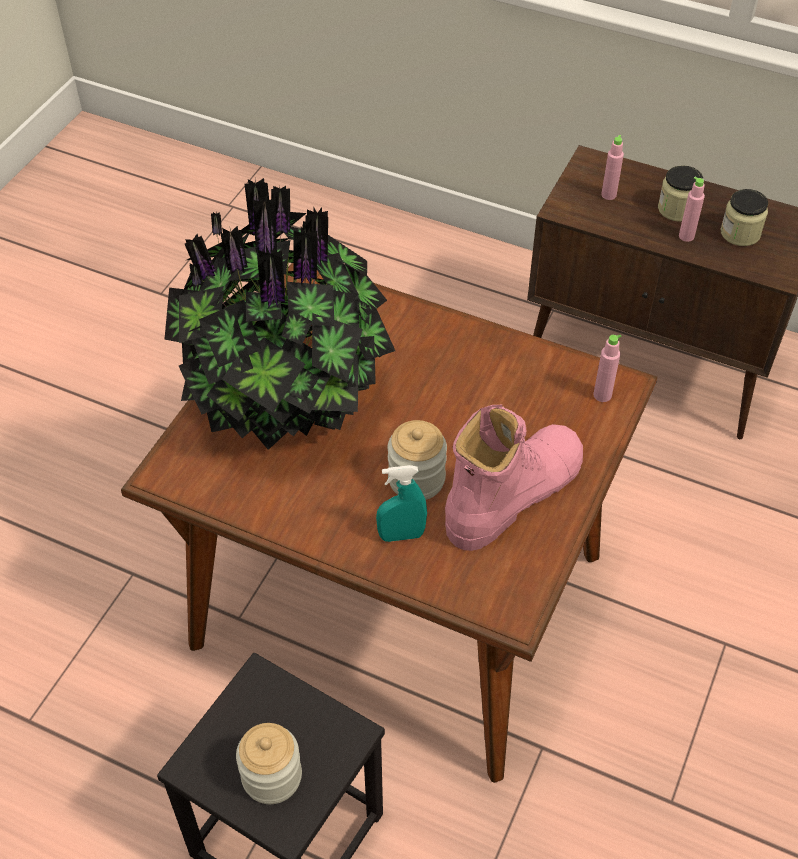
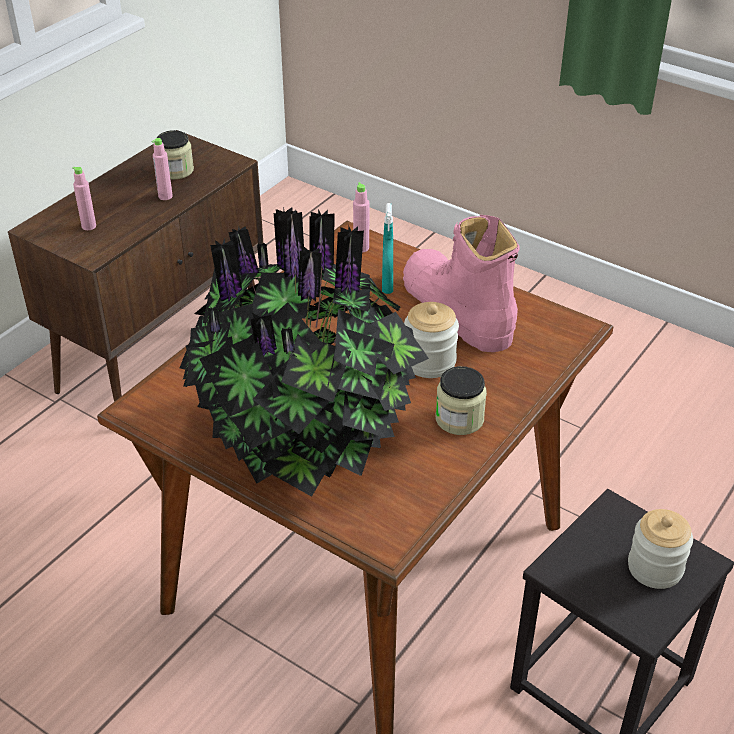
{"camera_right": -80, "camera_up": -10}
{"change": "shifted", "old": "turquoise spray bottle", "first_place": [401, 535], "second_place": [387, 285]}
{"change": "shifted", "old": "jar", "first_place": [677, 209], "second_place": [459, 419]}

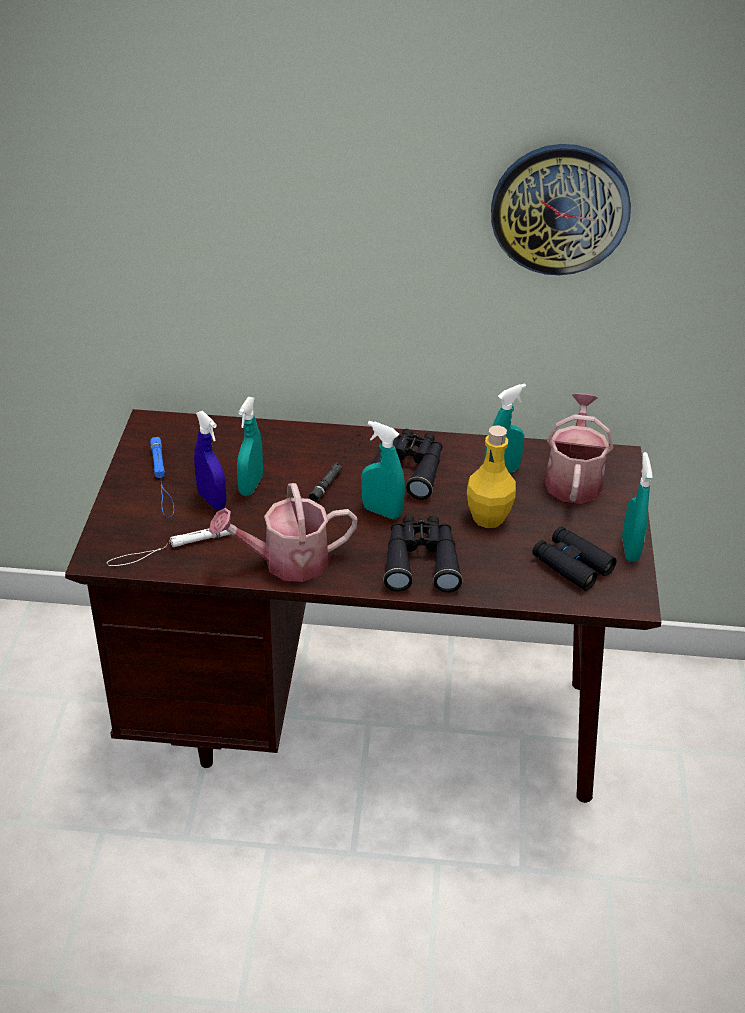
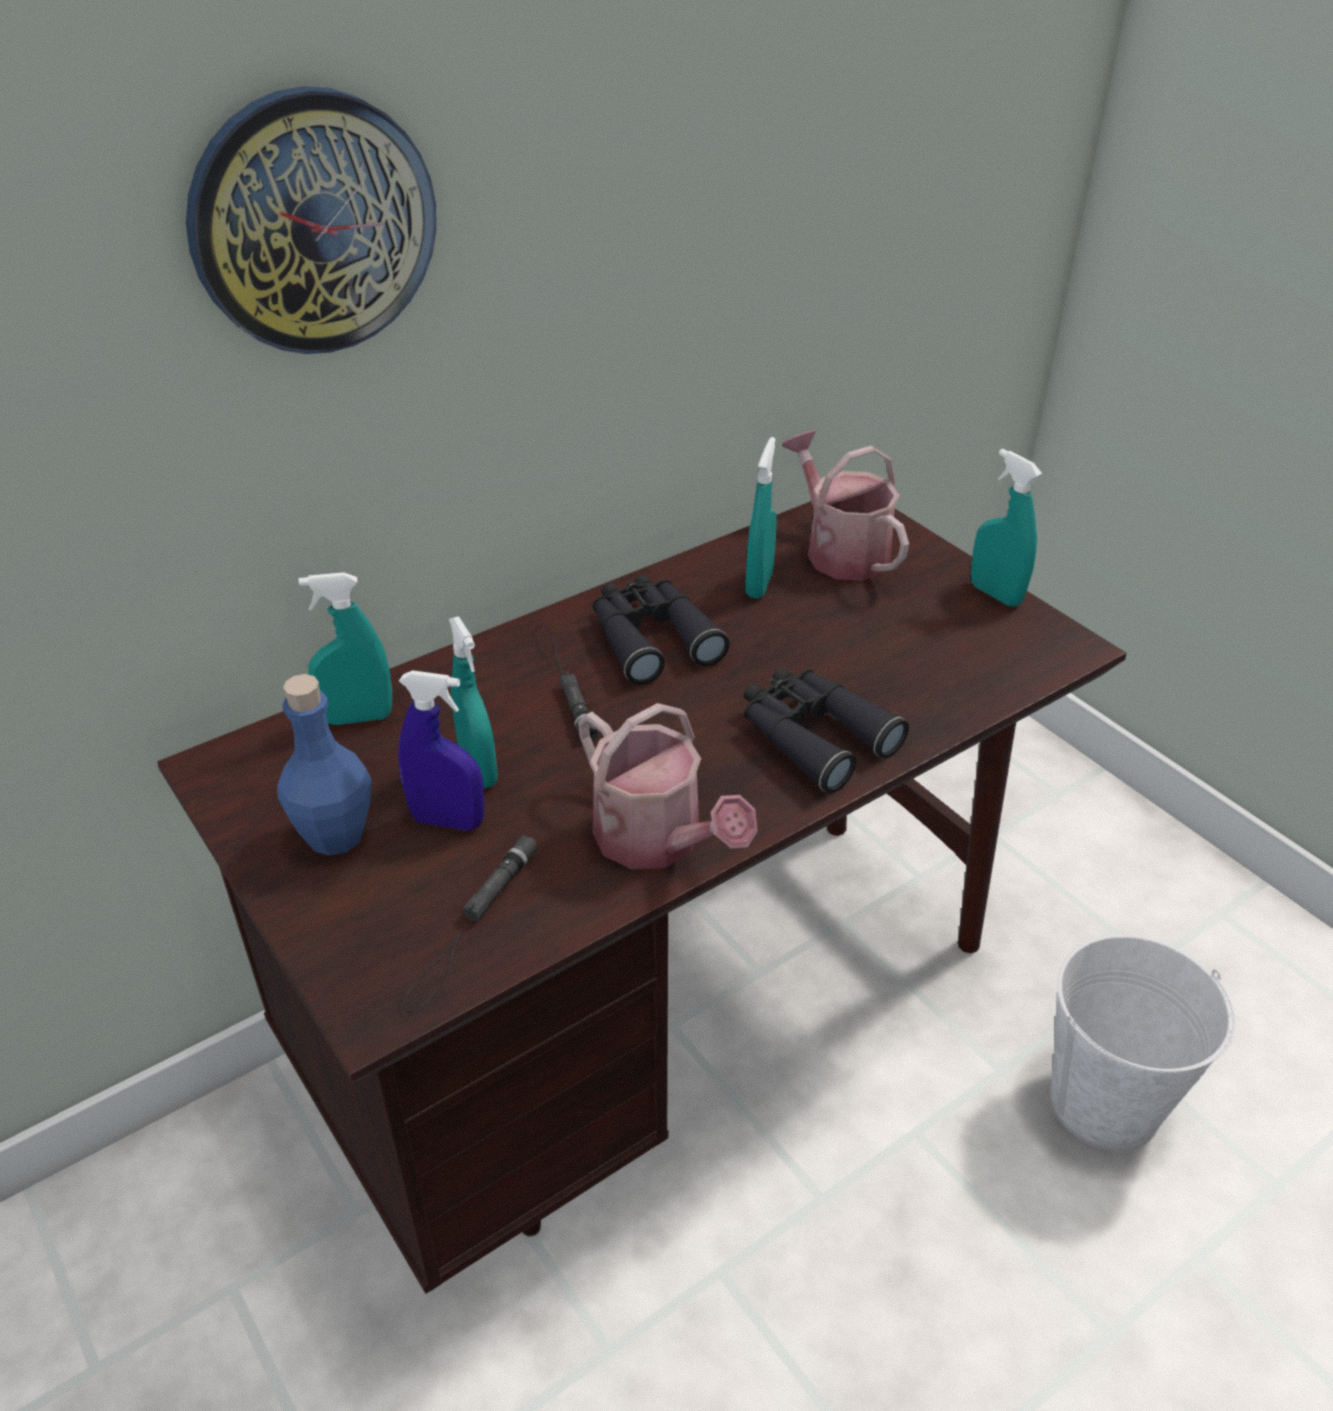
{"camera_right": -40, "camera_up": 0}
{"change": "repainted", "old": "white flashlight", "new": "black flashlight", "first_place": [169, 548], "second_place": [471, 927]}
{"change": "swapped", "old": "blue flashlight", "new": "blue bottle", "first_place": [162, 480], "second_place": [335, 835]}
{"change": "rotated", "old": "watering can", "first_place": [286, 562], "second_place": [657, 841], "degrees": -75}
{"change": "shifted", "old": "turquoise spray bottle", "first_place": [381, 512], "second_place": [358, 718]}
{"change": "gone", "old": "yellow bottle", "first_place": [488, 518]}
{"change": "shifted", "old": "wall clock", "first_place": [560, 209], "second_place": [313, 223]}
{"change": "gone", "old": "black binoculars", "first_place": [572, 564]}
{"change": "new", "new": "white bucket", "second_place": [1103, 1102]}

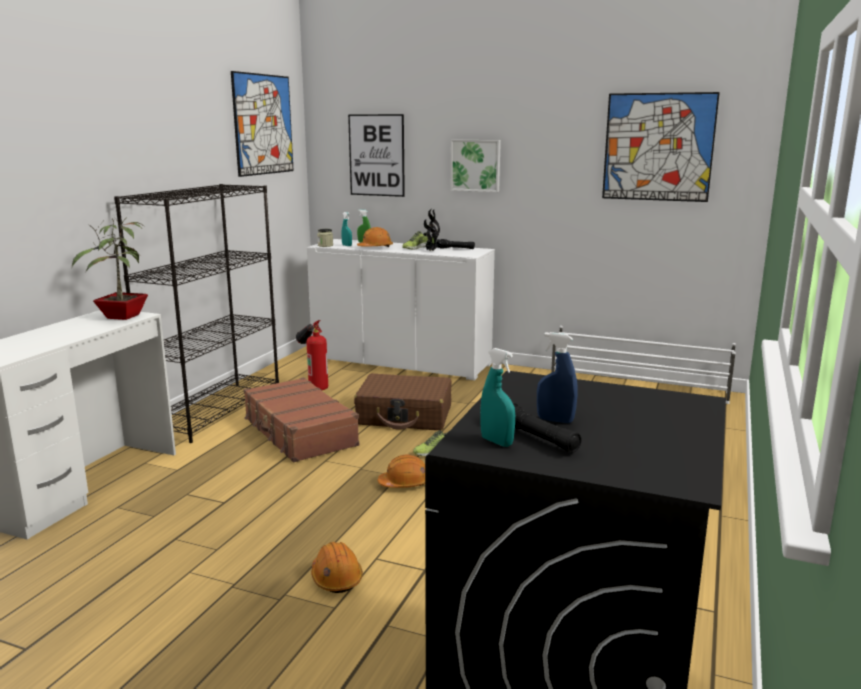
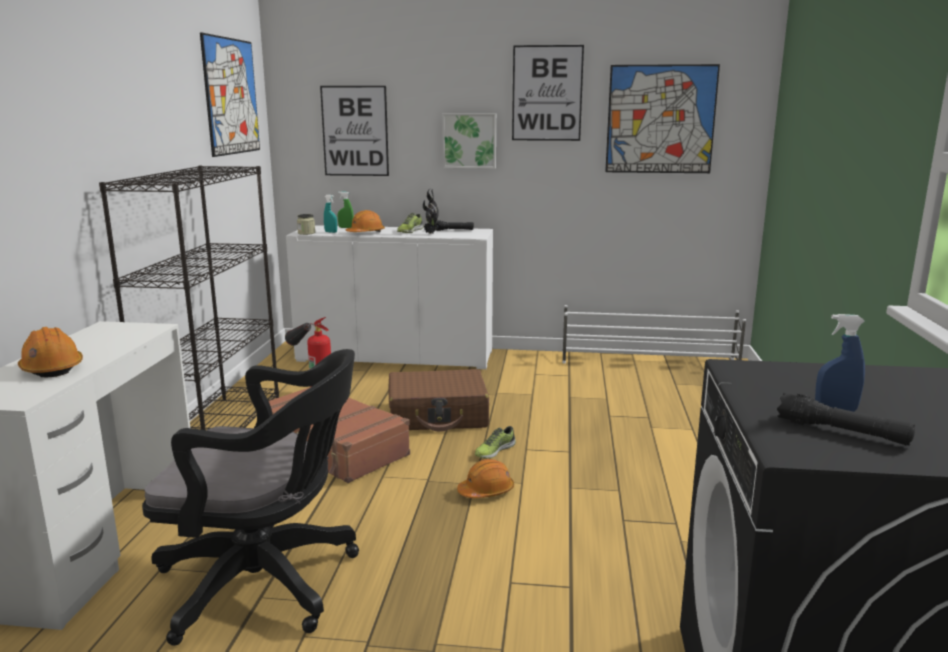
{"camera_right": -15, "camera_up": 0}
{"change": "gone", "old": "potted plant", "first_place": [122, 317]}
{"change": "shifted", "old": "orange hard hat", "first_place": [336, 578], "second_place": [52, 368]}
{"change": "gone", "old": "turquoise spray bottle", "first_place": [496, 442]}
{"change": "new", "new": "black office chair", "second_place": [268, 583]}
{"change": "new", "new": "picture", "second_place": [547, 93]}

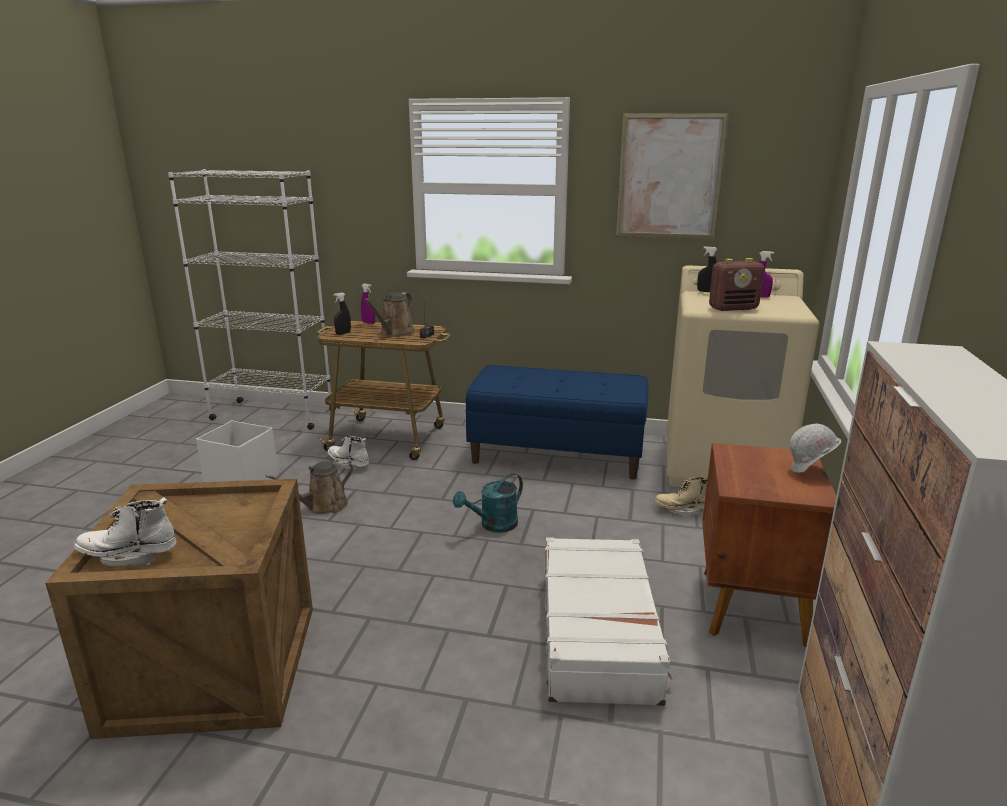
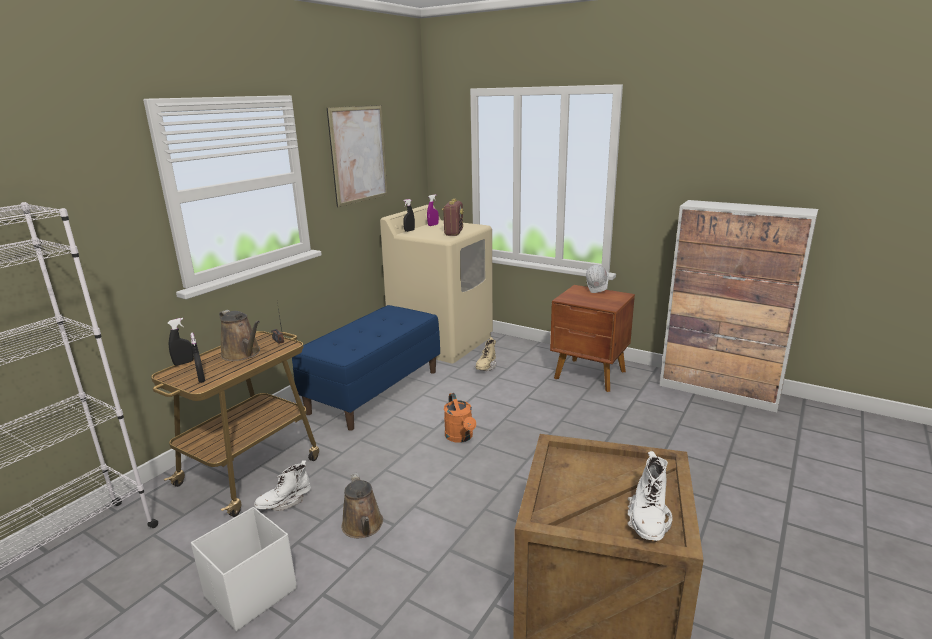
{"camera_right": -70, "camera_up": 0}
{"change": "repainted", "old": "purple spray bottle", "new": "black spray bottle", "first_place": [368, 323], "second_place": [184, 363]}
{"change": "repainted", "old": "turquoise watering can", "new": "orange watering can", "first_place": [493, 525], "second_place": [461, 437]}
{"change": "gone", "old": "white suitcase", "first_place": [599, 632]}

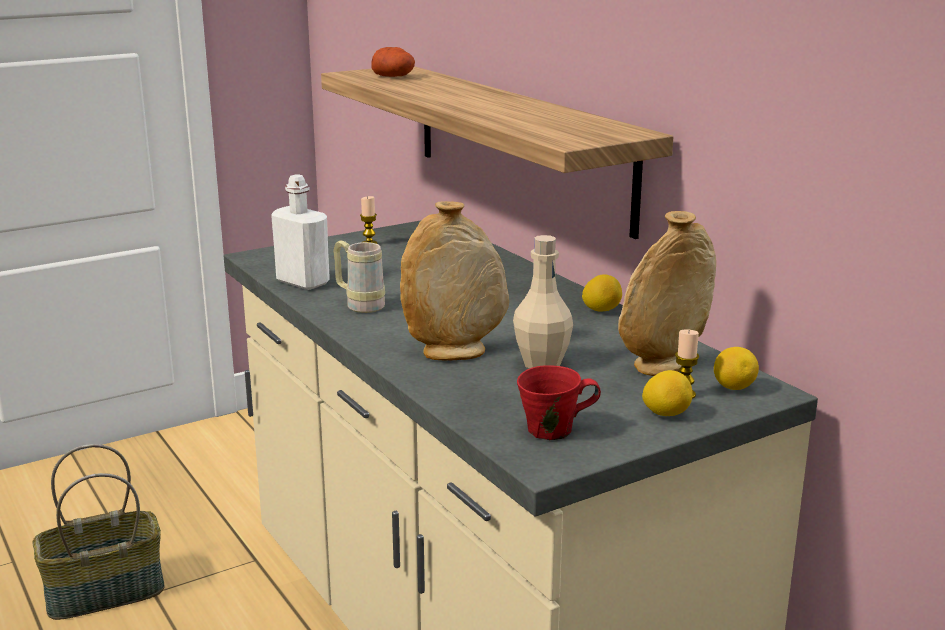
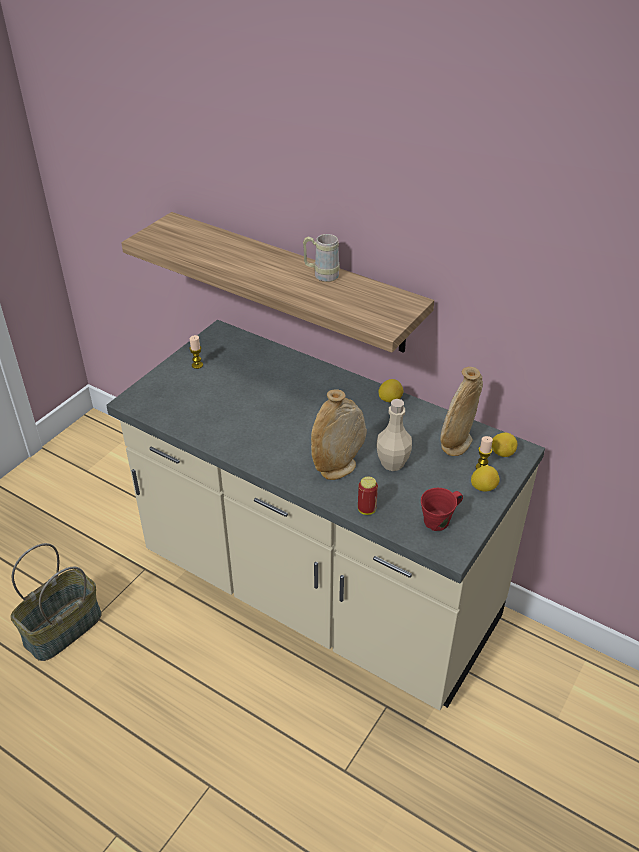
{"camera_right": -25, "camera_up": 20}
{"change": "gone", "old": "white bottle", "first_place": [303, 282]}
{"change": "shifted", "old": "beige mug", "first_place": [359, 305], "second_place": [321, 275]}
{"change": "gone", "old": "potato", "first_place": [394, 76]}
{"change": "new", "new": "can", "second_place": [366, 510]}

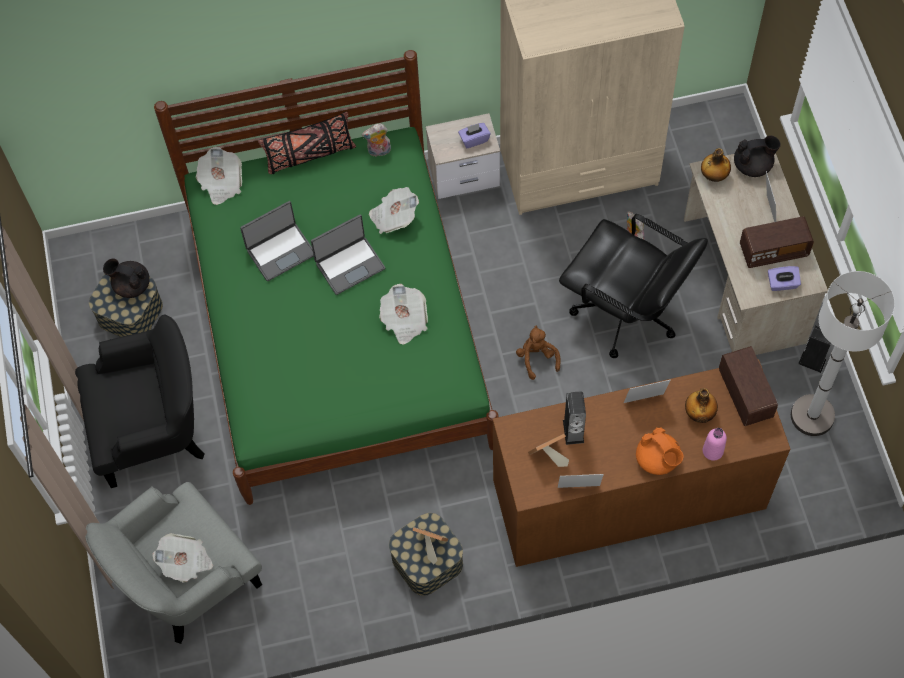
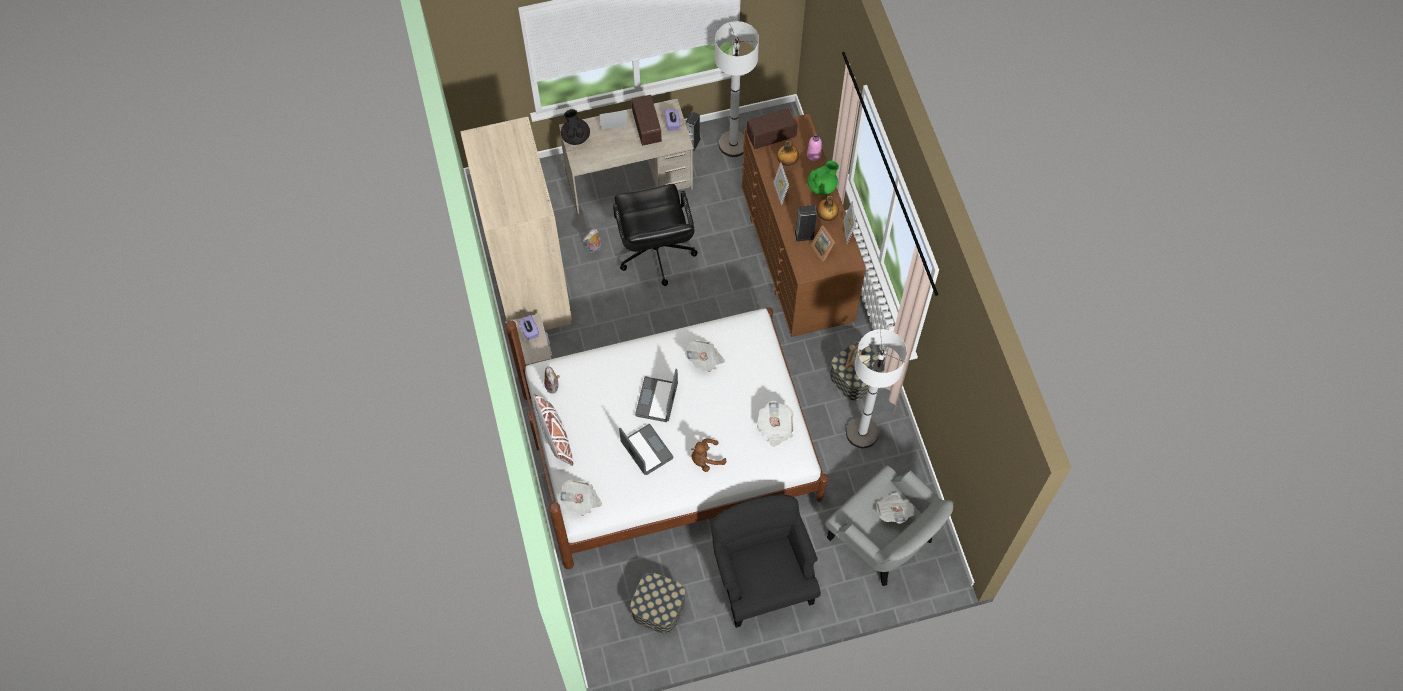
{"camera_right": -95, "camera_up": 0}
{"change": "gone", "old": "black teapot", "first_place": [131, 285]}
{"change": "repainted", "old": "green bed", "new": "white bed", "first_place": [338, 328], "second_place": [671, 447]}
{"change": "repainted", "old": "black pillow", "new": "white pillow", "first_place": [309, 155], "second_place": [555, 437]}
{"change": "rotated", "old": "laptop", "first_place": [349, 265], "second_place": [657, 400], "degrees": -135}
{"change": "shifted", "old": "newspaper", "first_place": [394, 217], "second_place": [775, 428]}
{"change": "shifted", "old": "brown plush toy", "first_place": [537, 358], "second_place": [706, 459]}
{"change": "rotated", "old": "black office chair", "first_place": [626, 313], "second_place": [655, 253], "degrees": 135}
{"change": "repainted", "old": "orange teapot", "new": "green teapot", "first_place": [657, 460], "second_place": [822, 186]}
{"change": "shifted", "old": "bottle", "first_place": [713, 176], "second_place": [826, 216]}
{"change": "new", "new": "white floor lamp", "second_place": [862, 433]}

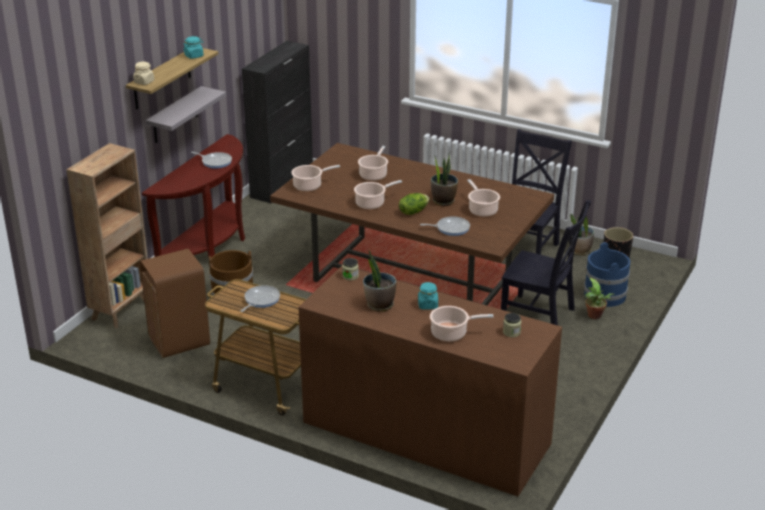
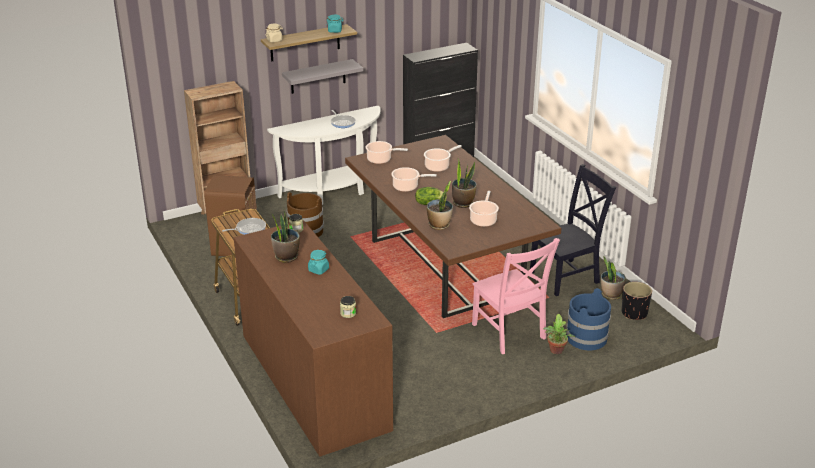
{"camera_right": 35, "camera_up": 0}
{"change": "repainted", "old": "brown console table", "new": "white console table", "first_place": [209, 246], "second_place": [333, 191]}
{"change": "swapped", "old": "frying pan", "new": "potted plant", "first_place": [451, 228], "second_place": [439, 225]}
{"change": "gone", "old": "cooking pot", "first_place": [451, 333]}
{"change": "repainted", "old": "black chair", "new": "pink chair", "first_place": [540, 316], "second_place": [510, 333]}

